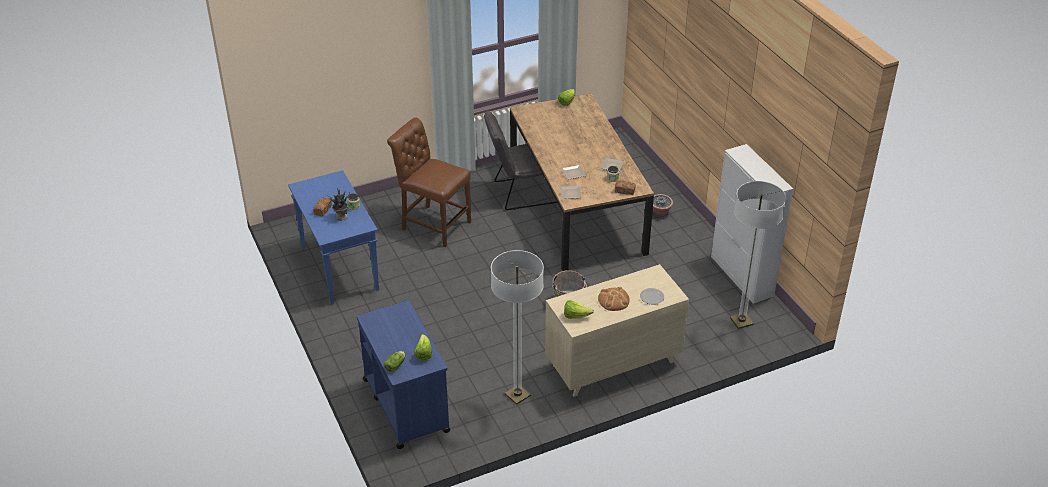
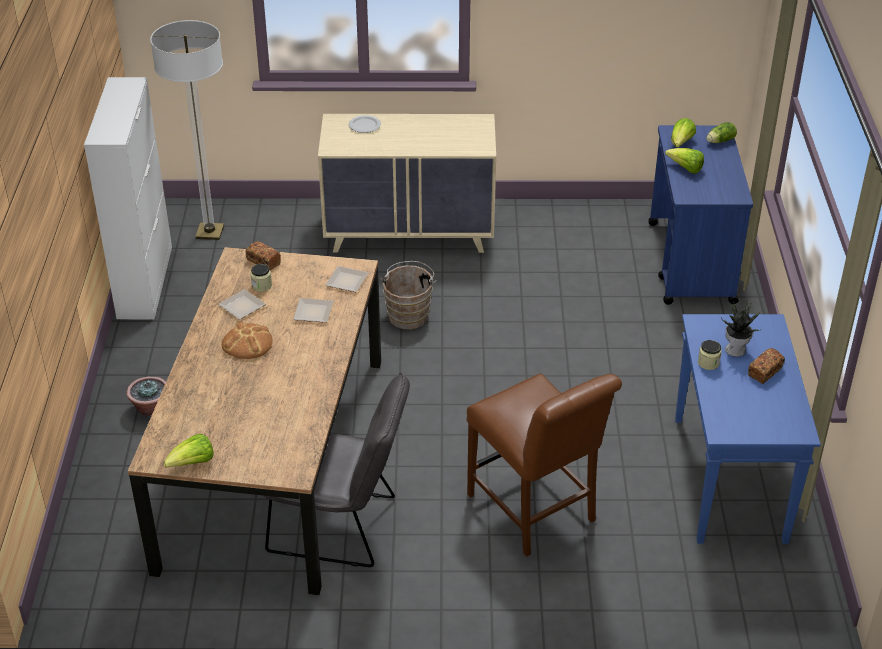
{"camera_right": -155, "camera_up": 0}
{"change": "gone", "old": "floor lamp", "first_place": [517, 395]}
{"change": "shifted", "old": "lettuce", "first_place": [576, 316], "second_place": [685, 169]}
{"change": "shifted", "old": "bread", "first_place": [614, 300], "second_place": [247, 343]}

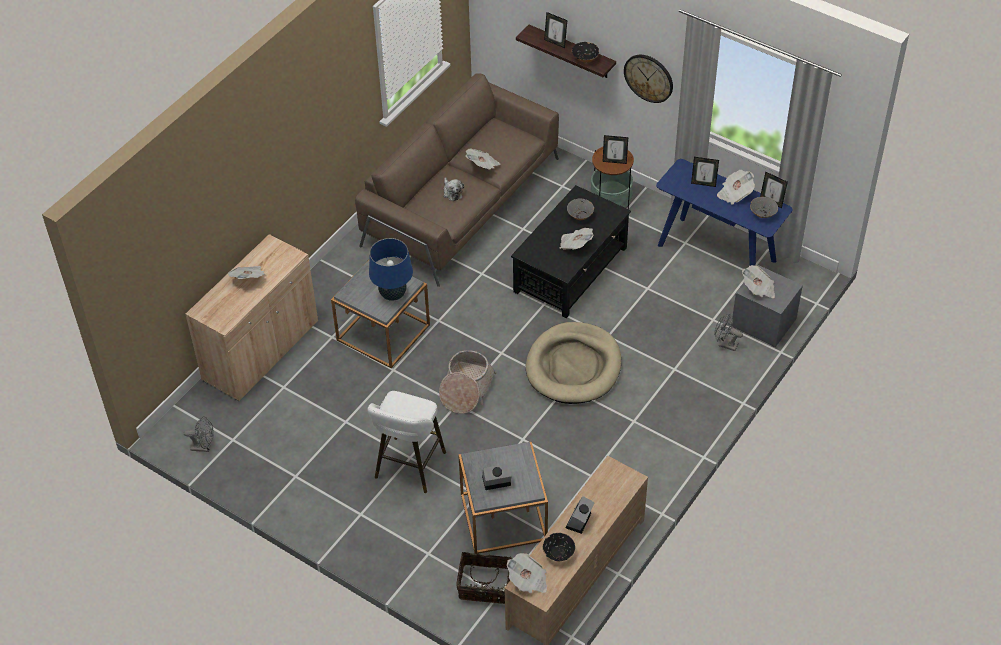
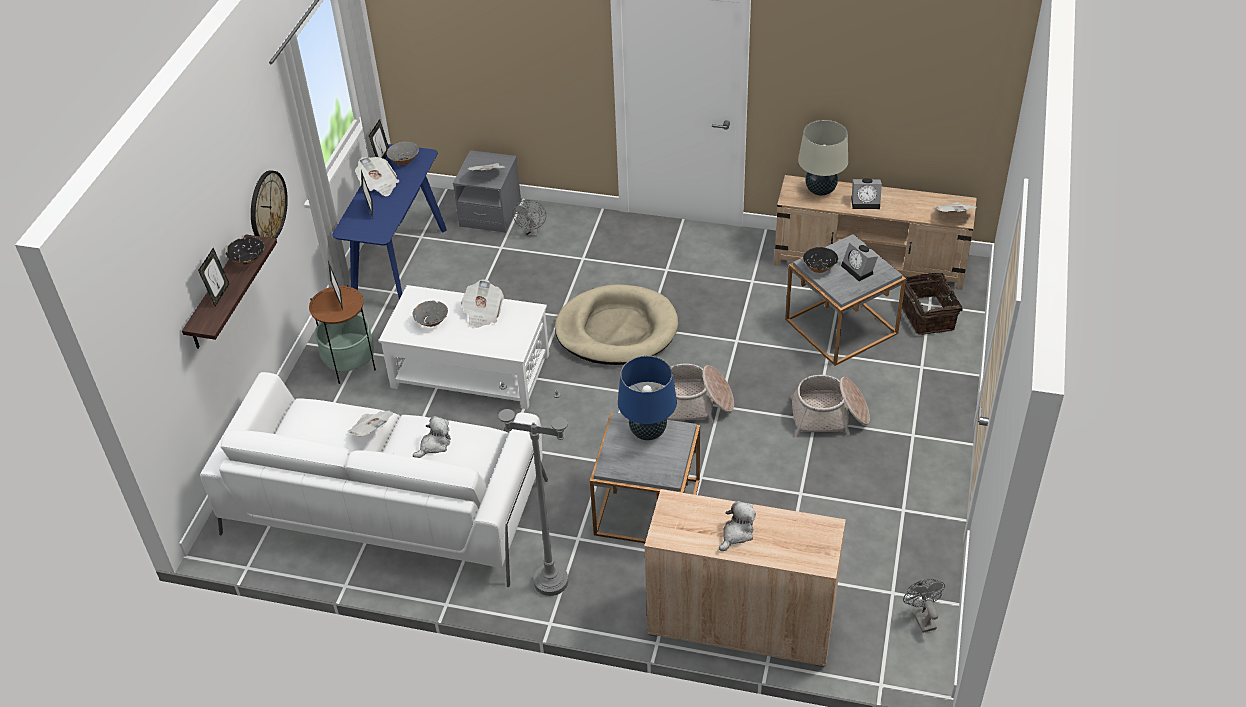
{"camera_right": -110, "camera_up": -5}
{"change": "swapped", "old": "newspaper", "new": "plush toy", "first_place": [249, 278], "second_place": [737, 533]}
{"change": "repainted", "old": "brown sofa", "new": "white sofa", "first_place": [461, 201], "second_place": [385, 506]}
{"change": "swapped", "old": "white stool", "new": "basket", "first_place": [408, 468], "second_place": [829, 416]}
{"change": "repainted", "old": "black coffee table", "new": "white coffee table", "first_place": [571, 269], "second_place": [470, 370]}
{"change": "shifted", "old": "black bowl", "first_place": [558, 553], "second_place": [819, 268]}
{"change": "new", "new": "grey floor lamp", "second_place": [550, 581]}
{"change": "new", "new": "beige table lamp", "second_place": [820, 190]}

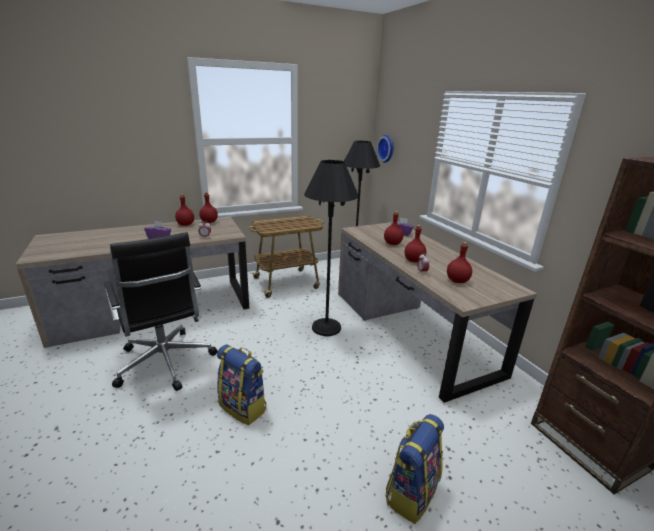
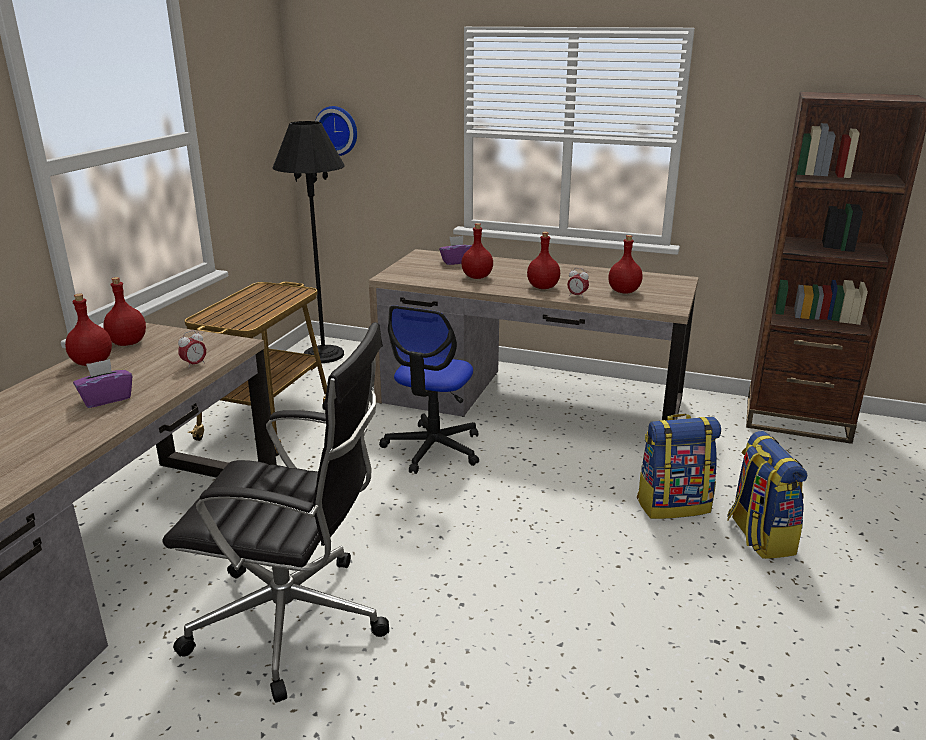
{"camera_right": -45, "camera_up": 0}
{"change": "shifted", "old": "backpack", "first_place": [243, 407], "second_place": [673, 505]}
{"change": "swapped", "old": "black floor lamp", "new": "office chair", "first_place": [326, 327], "second_place": [433, 448]}

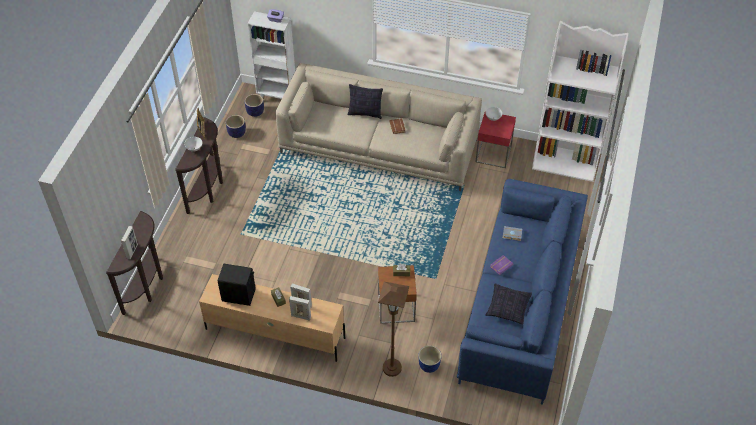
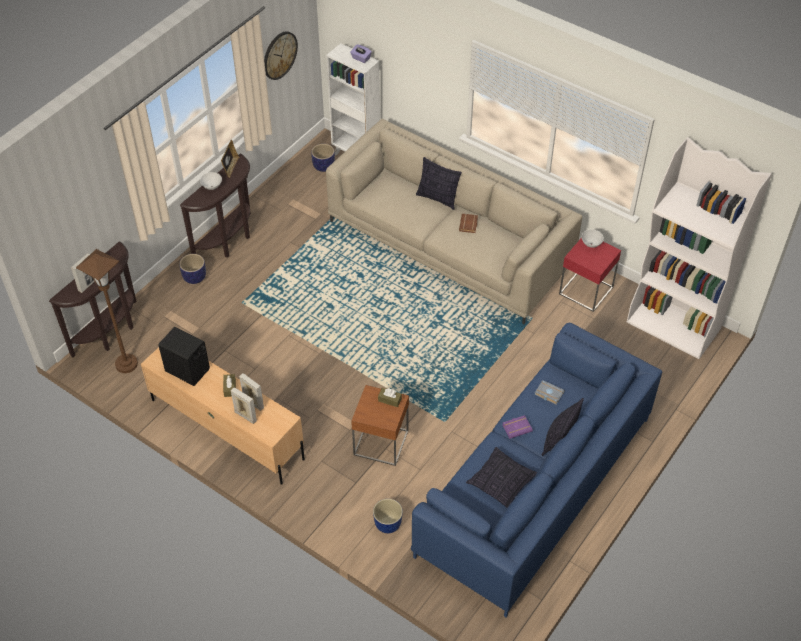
{"camera_right": 20, "camera_up": 0}
{"change": "shifted", "old": "planter", "first_place": [237, 133], "second_place": [195, 277]}
{"change": "shifted", "old": "brown floor lamp", "first_place": [392, 368], "second_place": [126, 364]}
{"change": "new", "new": "wall clock", "second_place": [279, 55]}
{"change": "new", "new": "pillow", "second_place": [559, 440]}

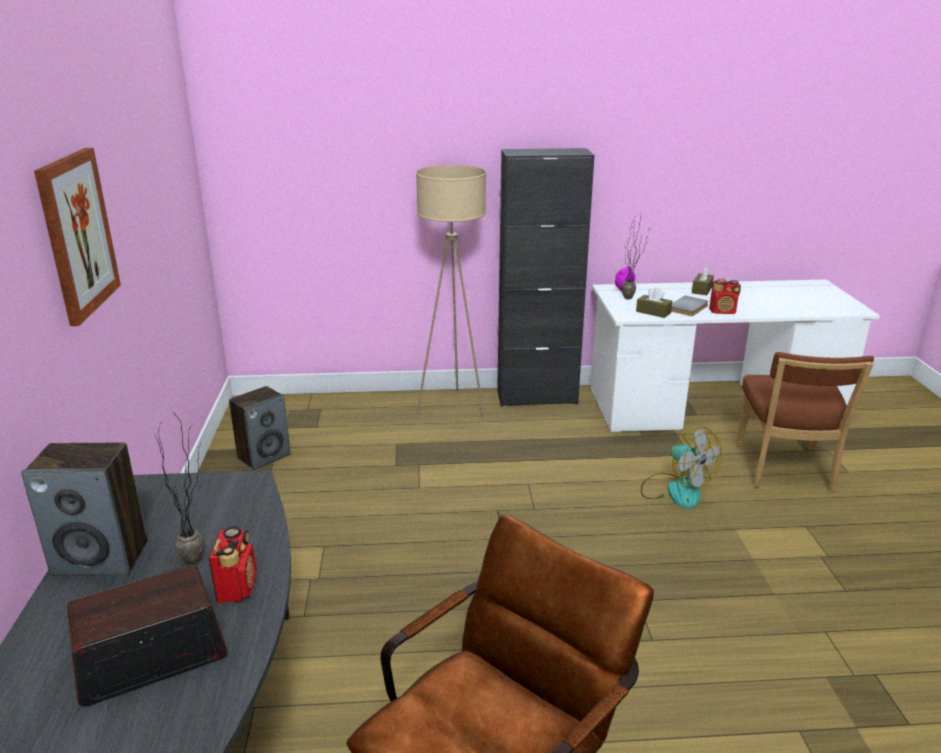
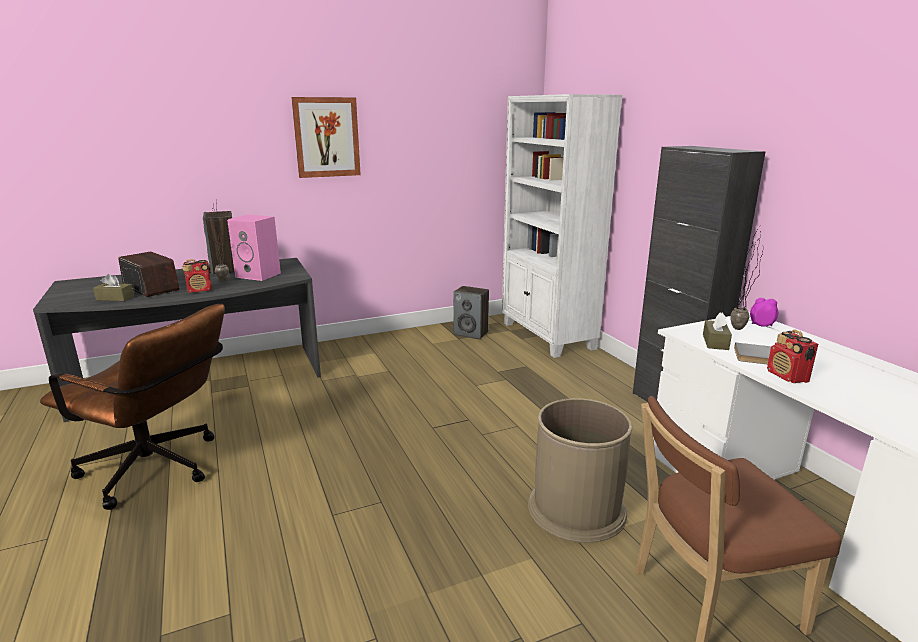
{"camera_right": 70, "camera_up": -5}
{"change": "gone", "old": "beige floor lamp", "first_place": [453, 408]}
{"change": "swapped", "old": "fan", "new": "brown trash can", "first_place": [675, 490], "second_place": [577, 508]}
{"change": "shifted", "old": "brown tissue box", "first_place": [702, 290], "second_place": [115, 298]}
{"change": "new", "new": "pink speaker", "second_place": [259, 275]}
{"change": "new", "new": "white bookcase", "second_place": [547, 336]}

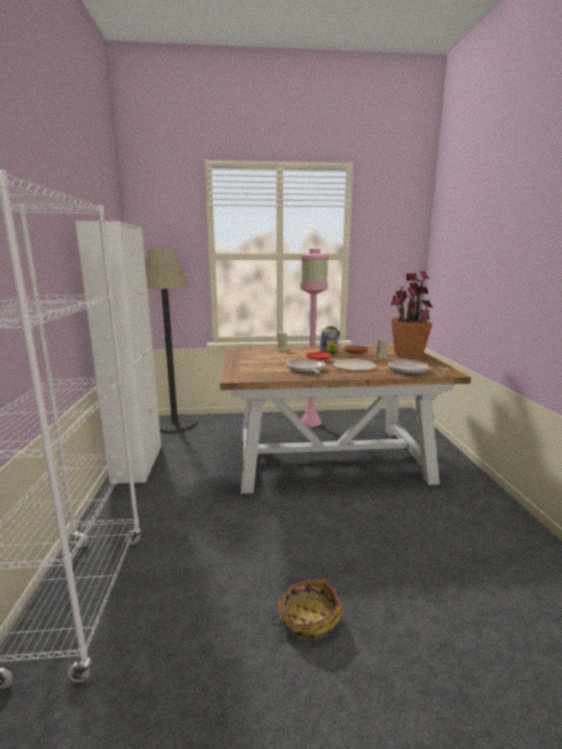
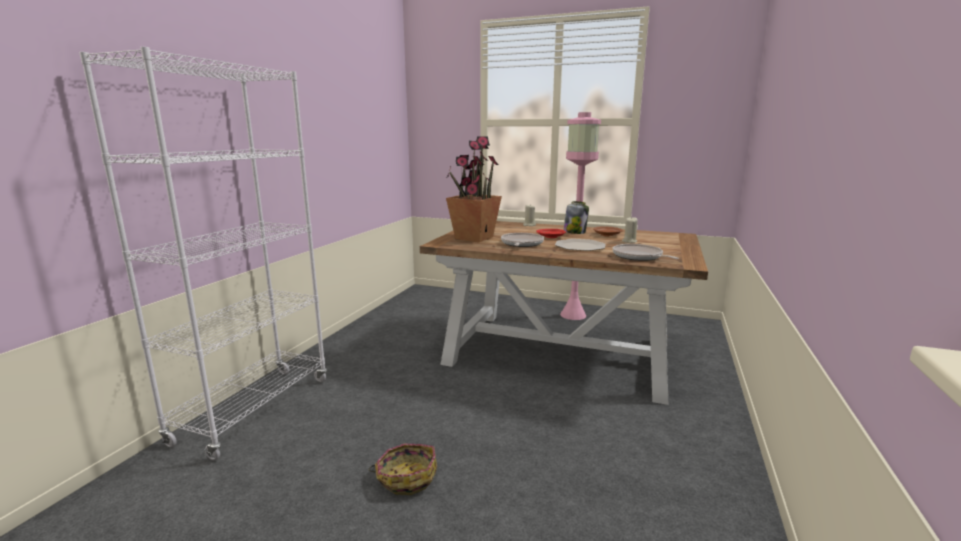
{"camera_right": 25, "camera_up": 0}
{"change": "gone", "old": "white cabinet", "first_place": [137, 464]}
{"change": "gone", "old": "floor lamp", "first_place": [175, 424]}
{"change": "shifted", "old": "potted plant", "first_place": [407, 354], "second_place": [473, 238]}

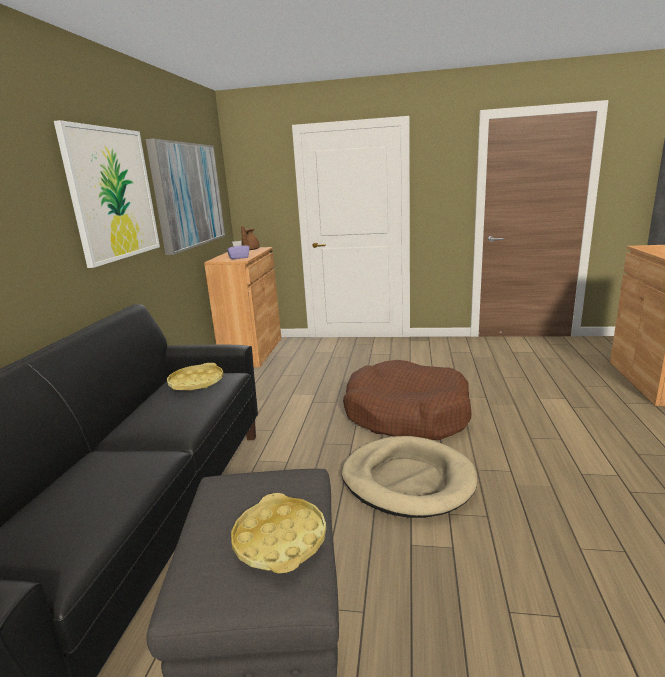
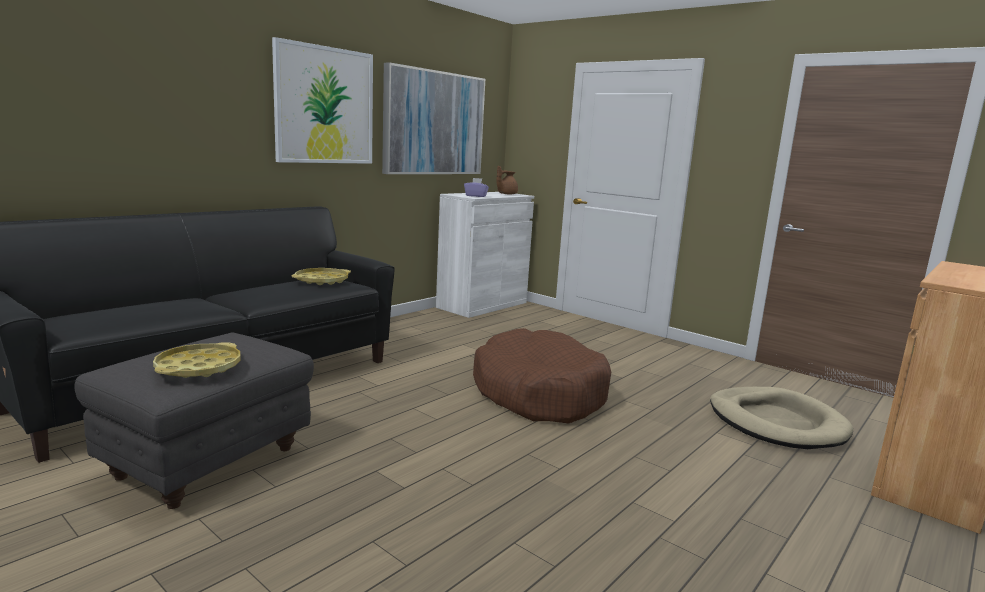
{"camera_right": 30, "camera_up": -5}
{"change": "repainted", "old": "brown cabinet", "new": "white cabinet", "first_place": [252, 352], "second_place": [482, 305]}
{"change": "shifted", "old": "beige dog bed", "first_place": [408, 480], "second_place": [776, 422]}

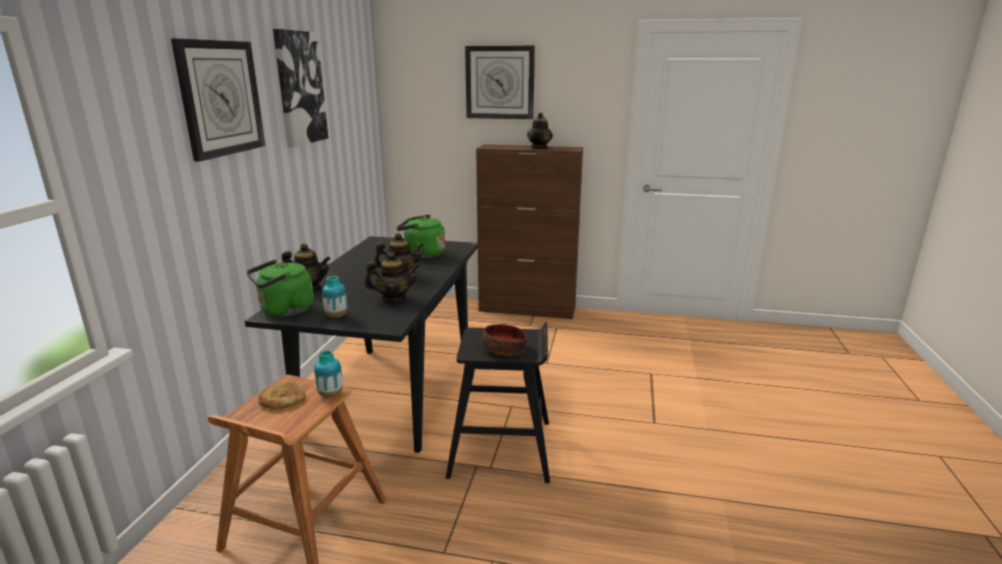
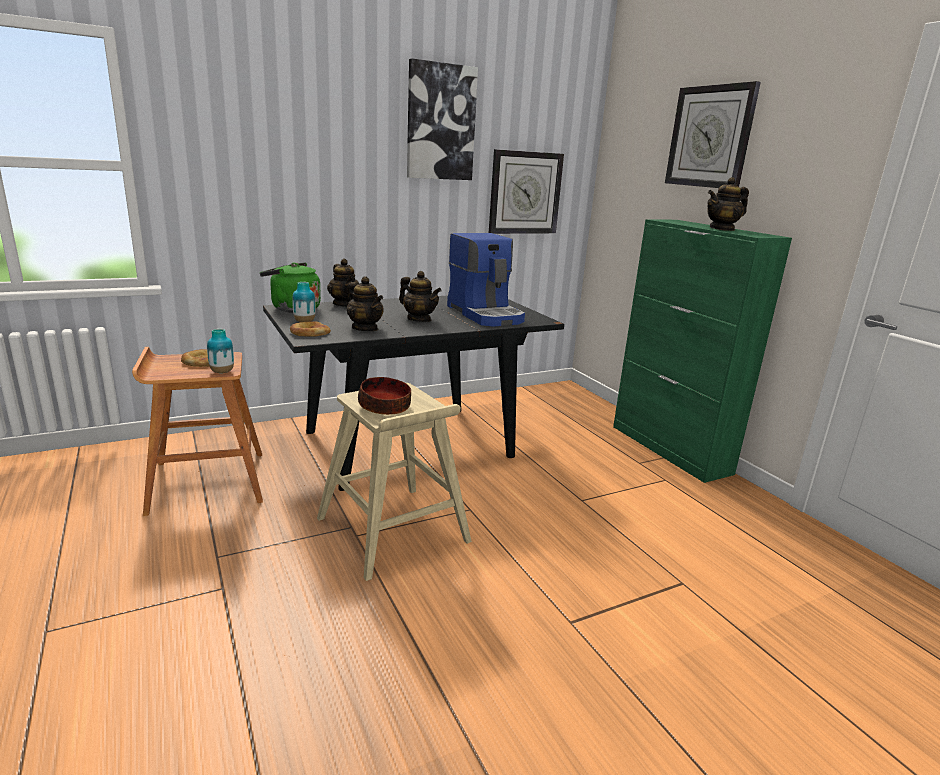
{"camera_right": 50, "camera_up": 0}
{"change": "shifted", "old": "wall clock", "first_place": [220, 98], "second_place": [525, 193]}
{"change": "swapped", "old": "green kettle", "new": "coffee machine", "first_place": [422, 254], "second_place": [486, 314]}
{"change": "repainted", "old": "black stool", "new": "beige stool", "first_place": [502, 448], "second_place": [393, 531]}
{"change": "repainted", "old": "brown cabinet", "new": "green cabinet", "first_place": [527, 309], "second_place": [670, 449]}
{"change": "new", "new": "bread", "second_place": [309, 332]}

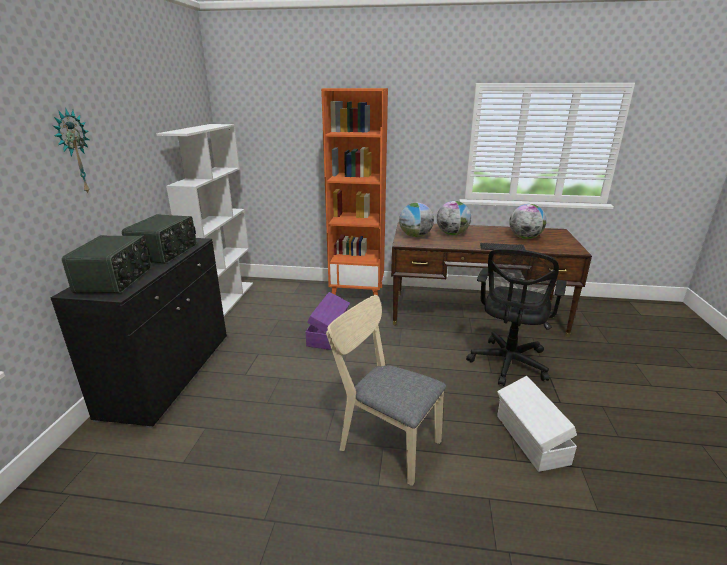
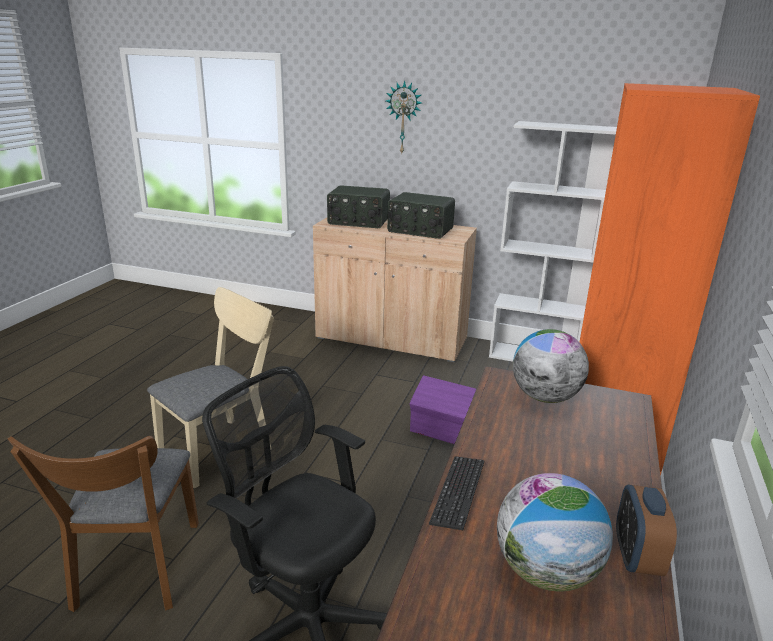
{"camera_right": 100, "camera_up": 0}
{"change": "repainted", "old": "black cabinet", "new": "beige cabinet", "first_place": [169, 374], "second_place": [391, 339]}
{"change": "gone", "old": "globe", "first_place": [452, 234]}
{"change": "swapped", "old": "white storage box", "new": "brown chair", "first_place": [531, 440], "second_place": [136, 572]}
{"change": "new", "new": "alarm clock", "second_place": [636, 557]}

